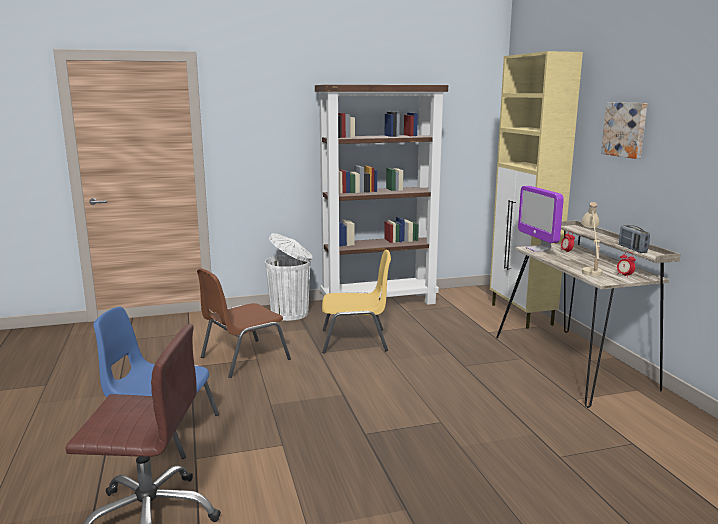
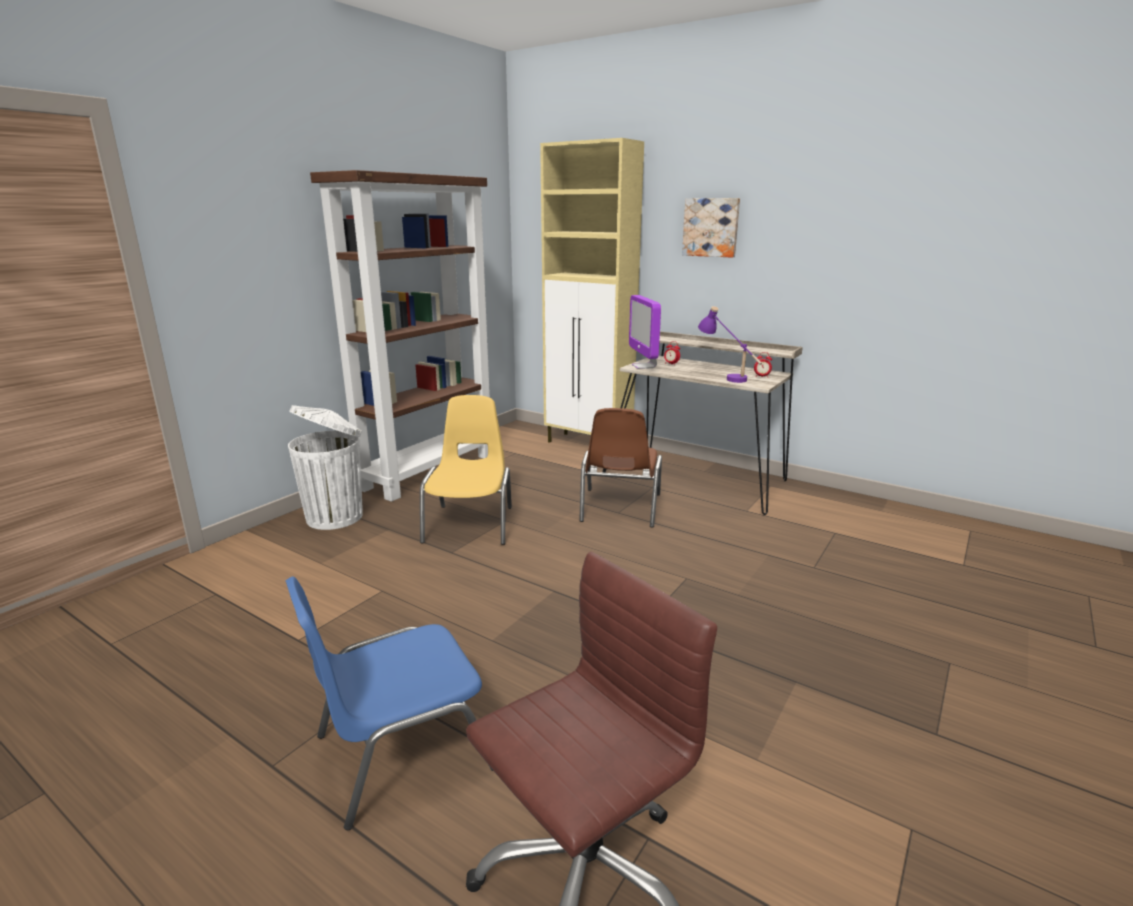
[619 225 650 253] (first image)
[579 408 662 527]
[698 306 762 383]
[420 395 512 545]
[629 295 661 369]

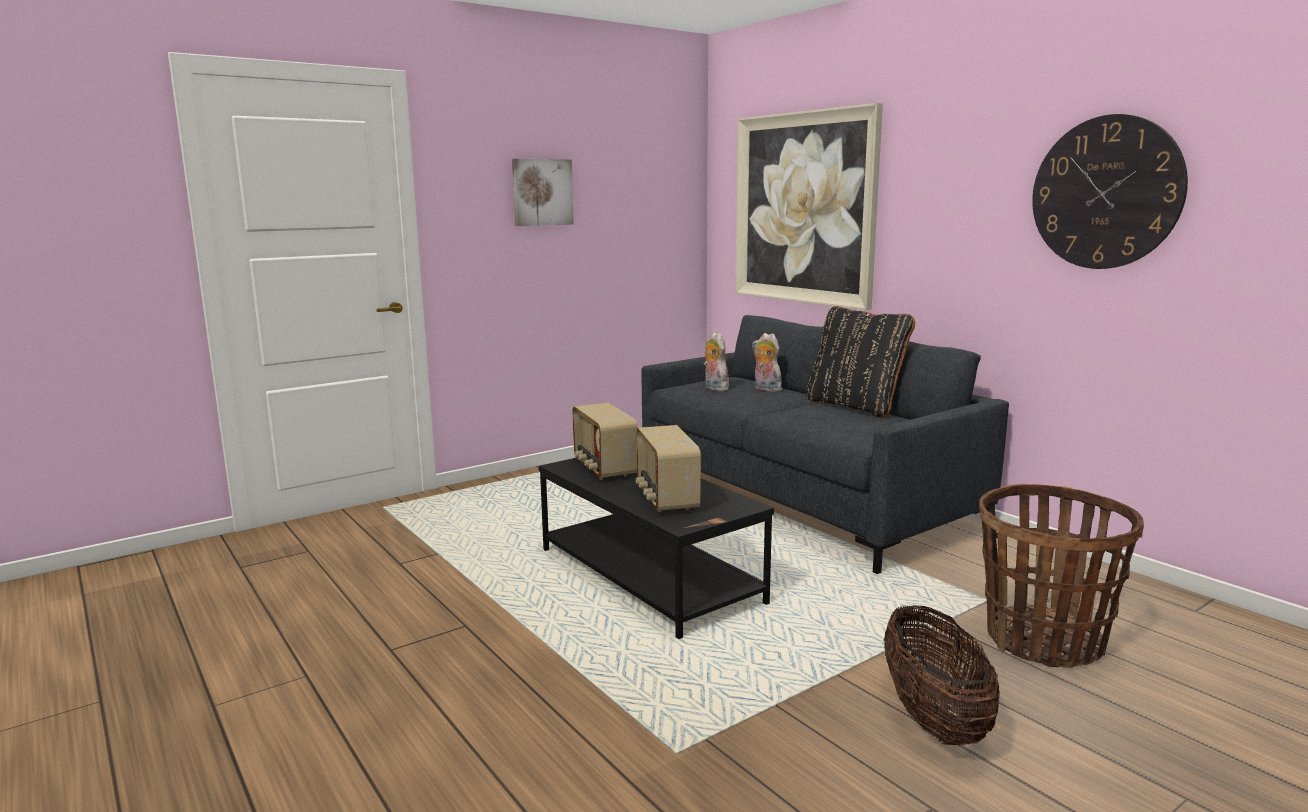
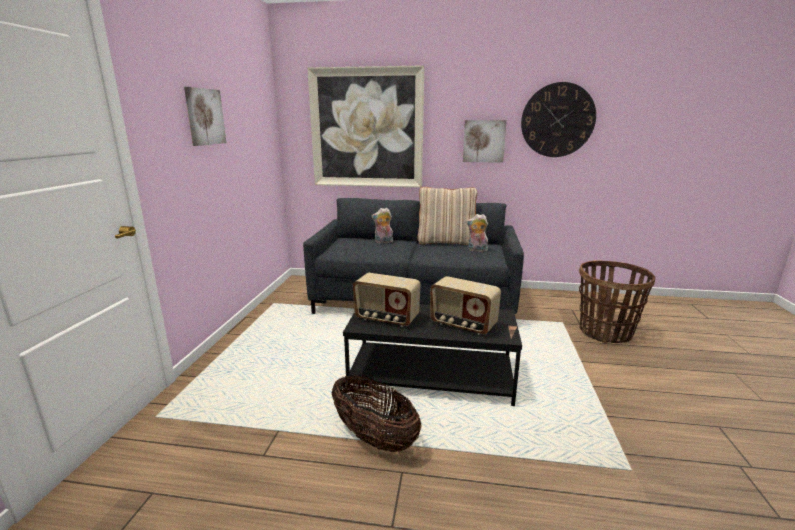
[463 120 507 163]
[466 214 488 252]
[332 375 421 452]
[417 187 477 245]

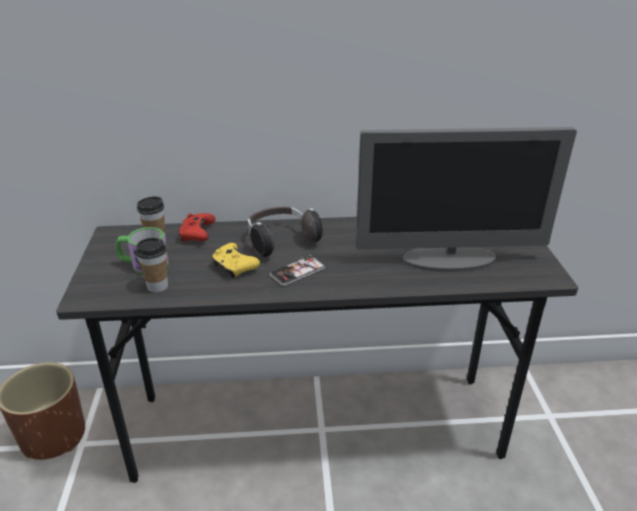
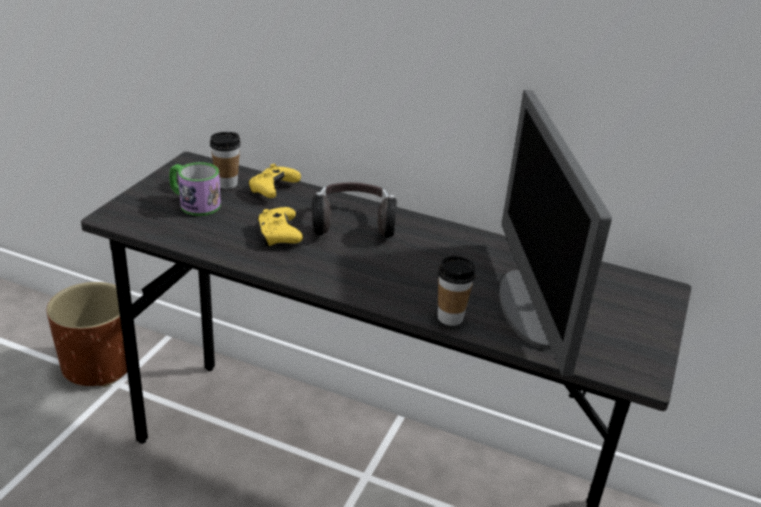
[270 255 325 286] (first image)
[438 256 475 326]
[248 164 301 198]
[499 90 612 376]

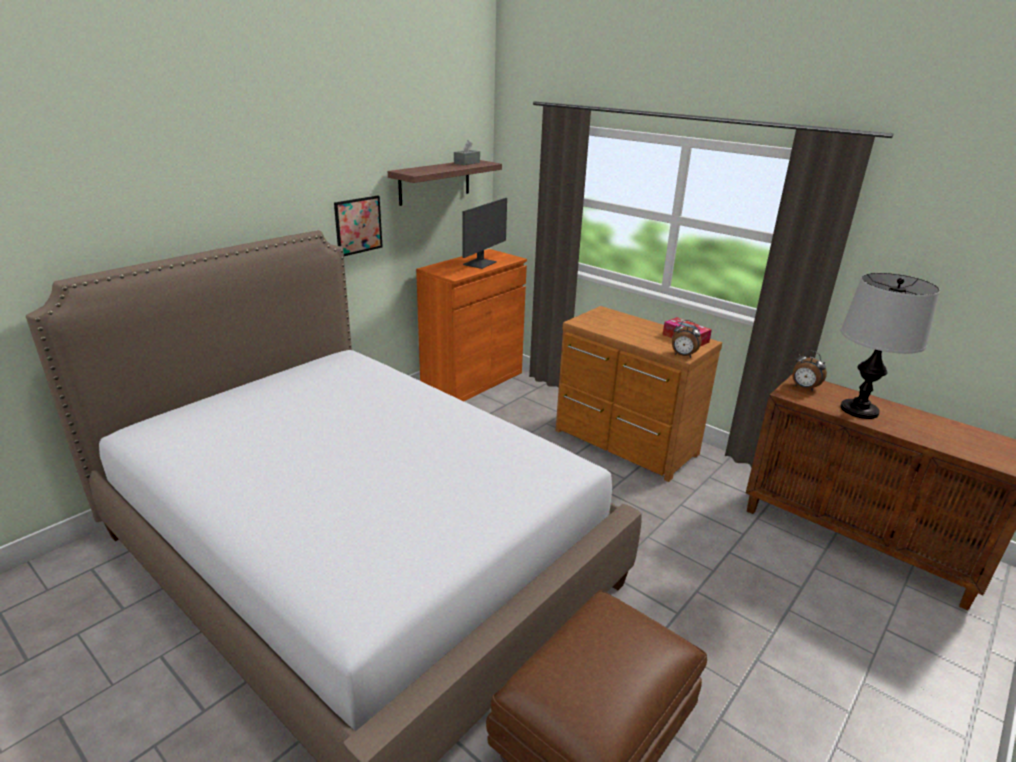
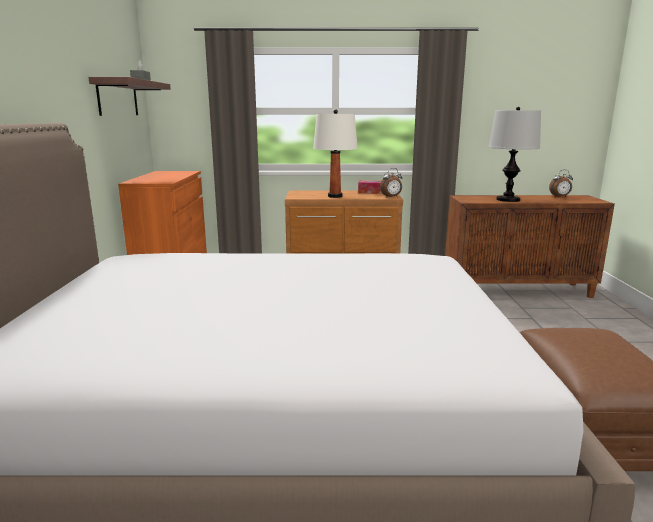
[334 195 383 256] (first image)
[463 198 507 269] (first image)
[313 109 358 198]
[549 170 573 197]

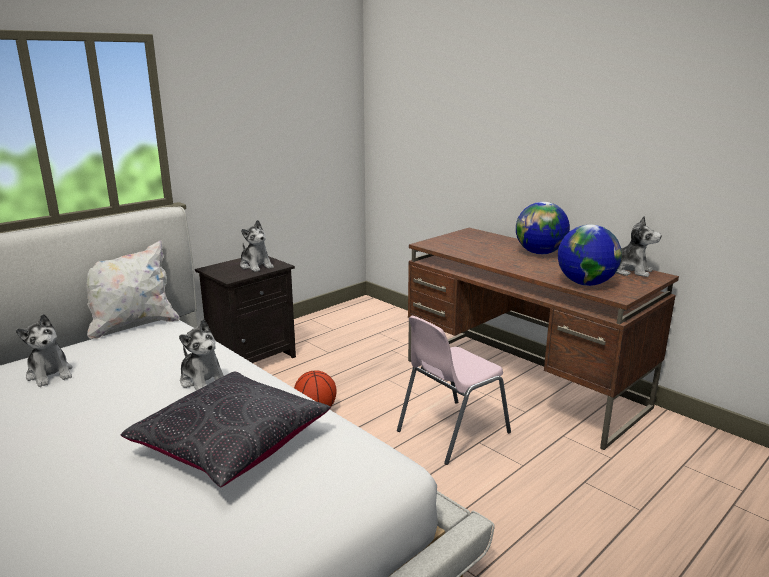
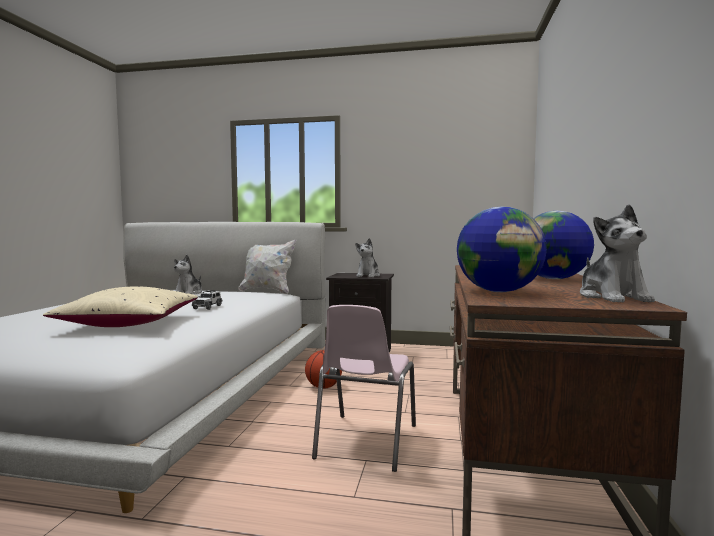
[192 290 222 310]
[43 286 198 327]
[312 305 416 472]

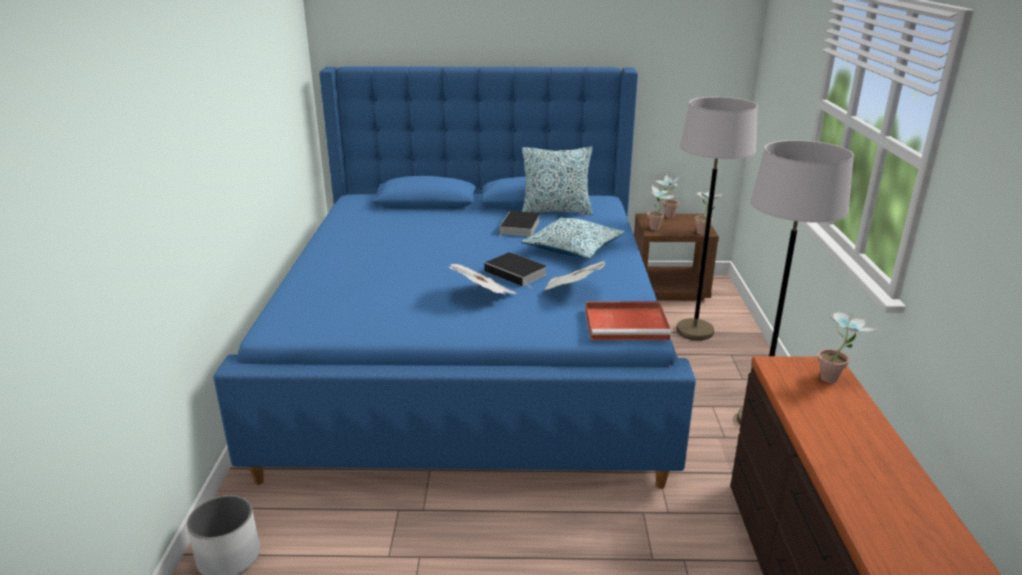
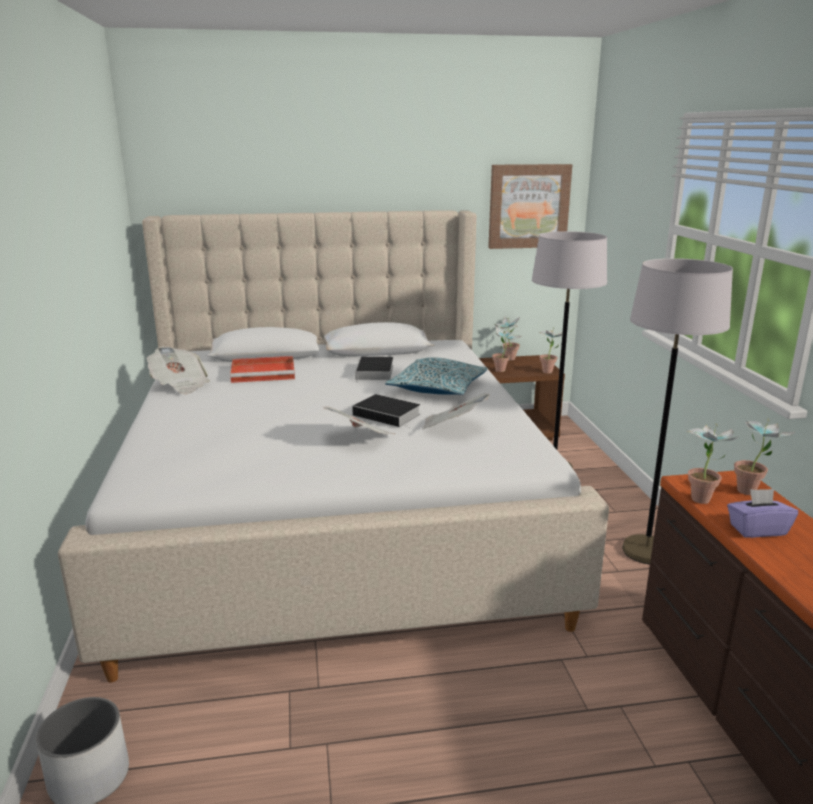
[522 147 593 215] (first image)
[147 346 210 395]
[488 164 572 249]
[686 424 739 504]
[727 489 798 538]
[230 356 295 383]
[58 210 609 682]

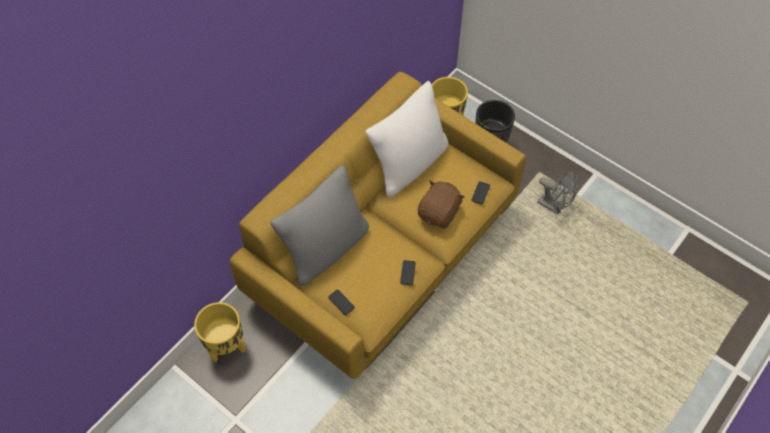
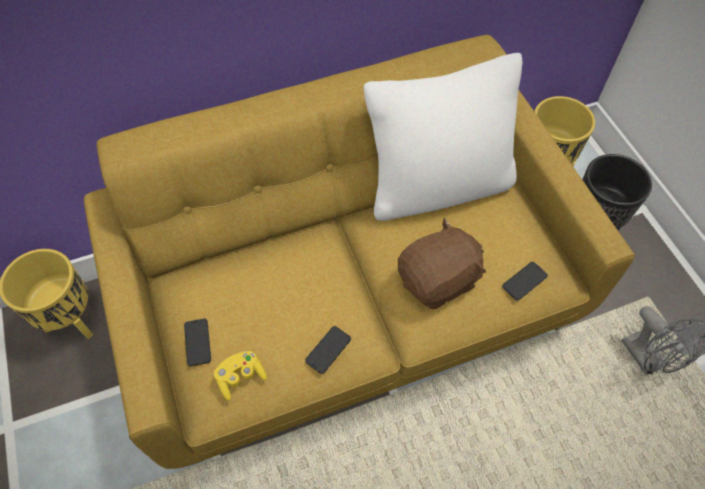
[270 165 369 286] (first image)
[214 351 267 401]

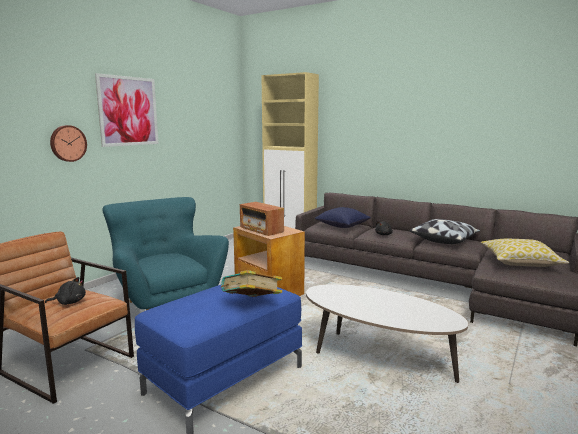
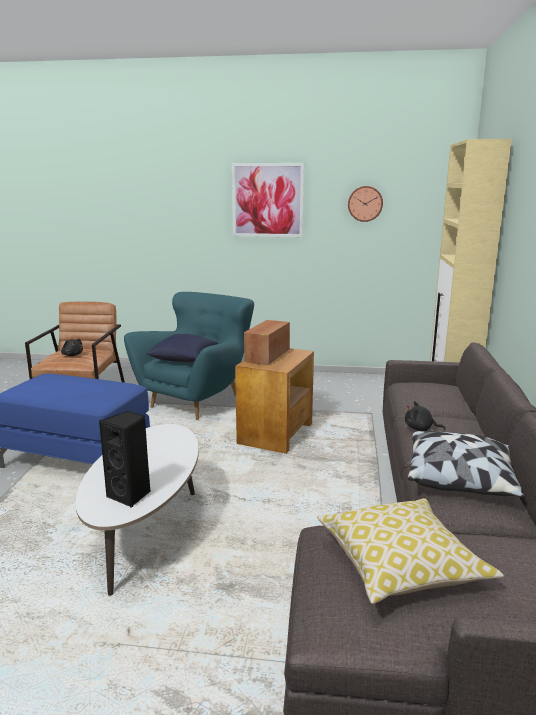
[220 270 282 297] (first image)
[99 411 150 508]
[348 186 383 222]
[146 334 218 362]

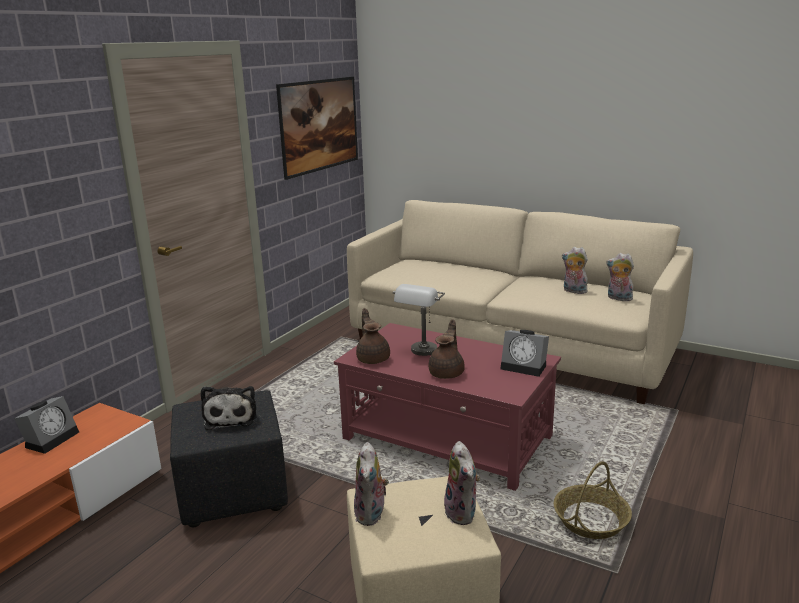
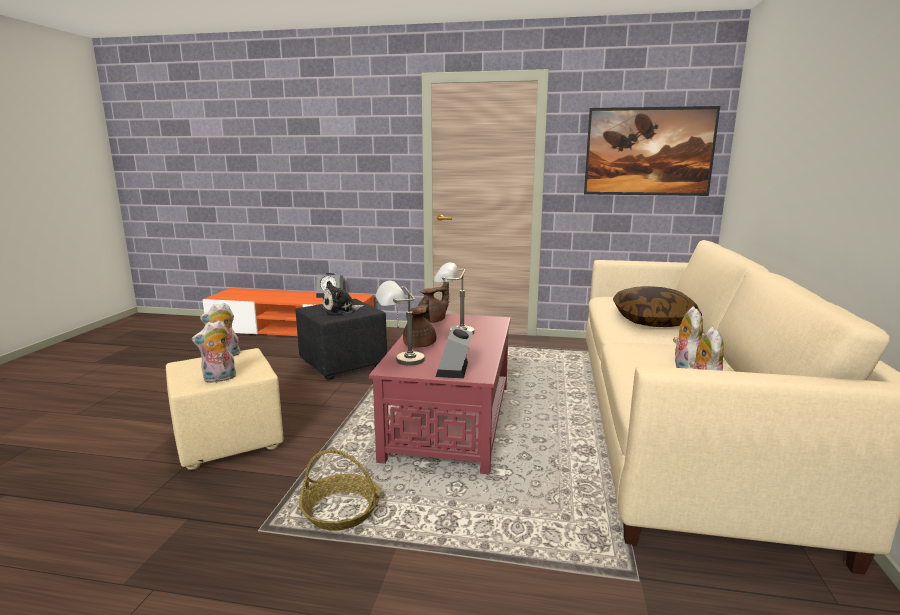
[376 281 424 365]
[613 286 702 327]
[403 295 436 348]

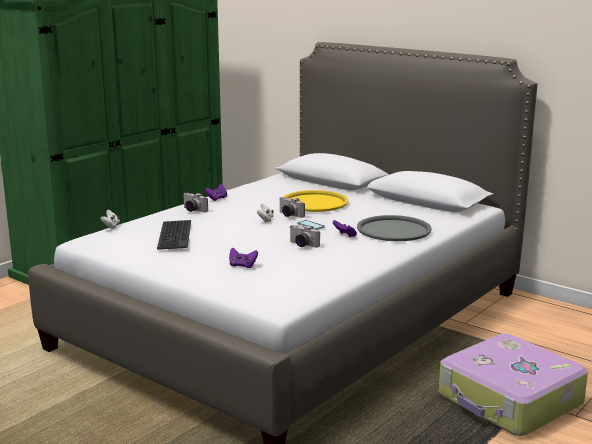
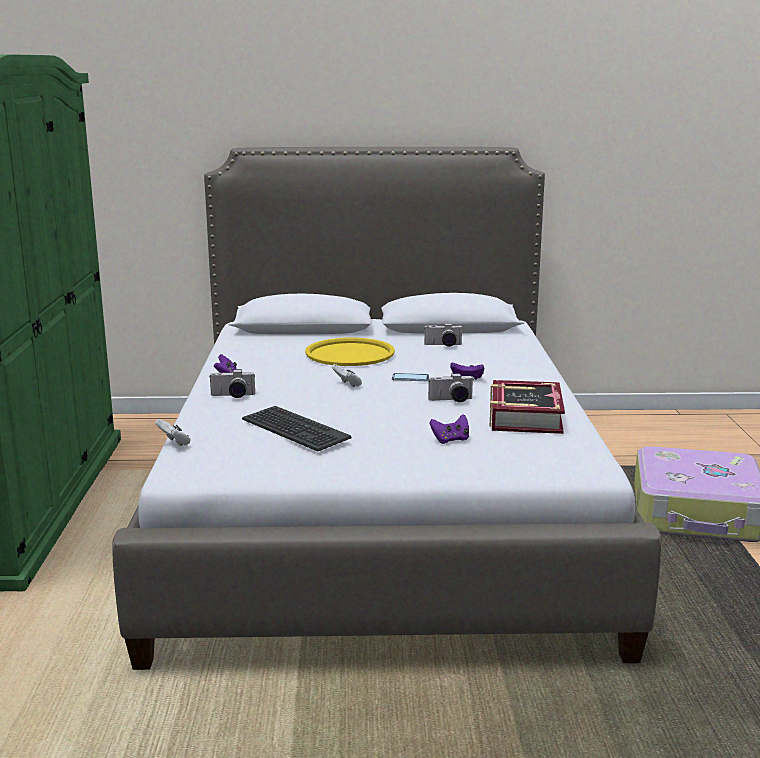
[357 215 432 241] (first image)
[490 380 565 434]
[424 323 462 347]

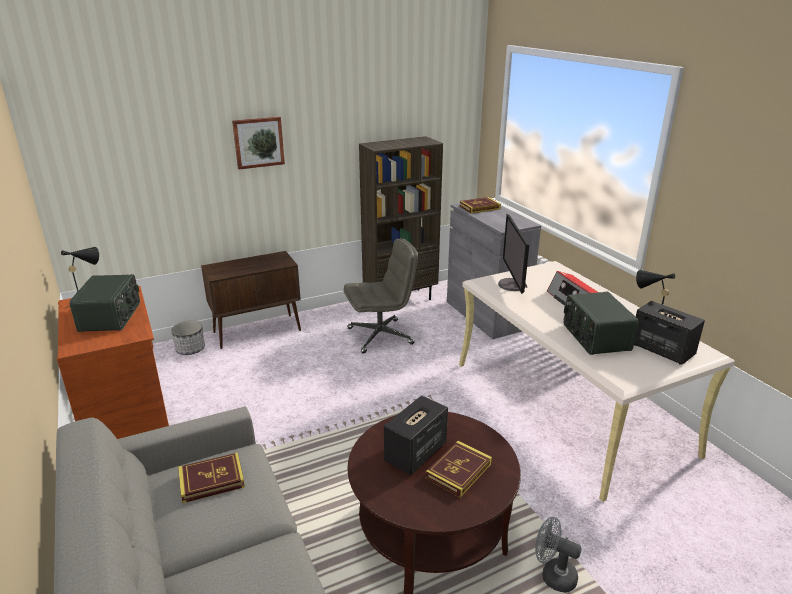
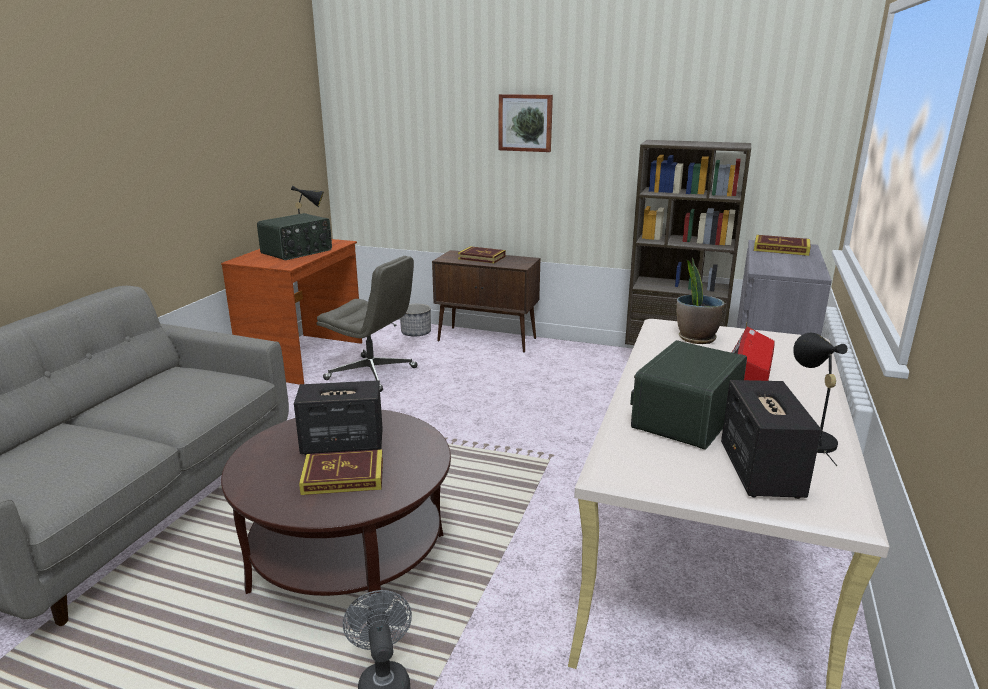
[458 246 506 263]
[316 256 417 392]
[677 258 725 344]

